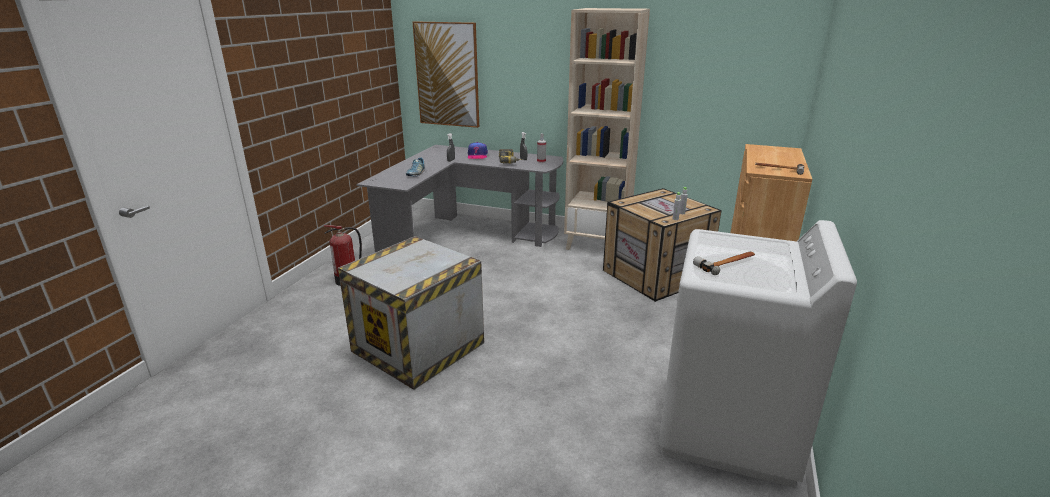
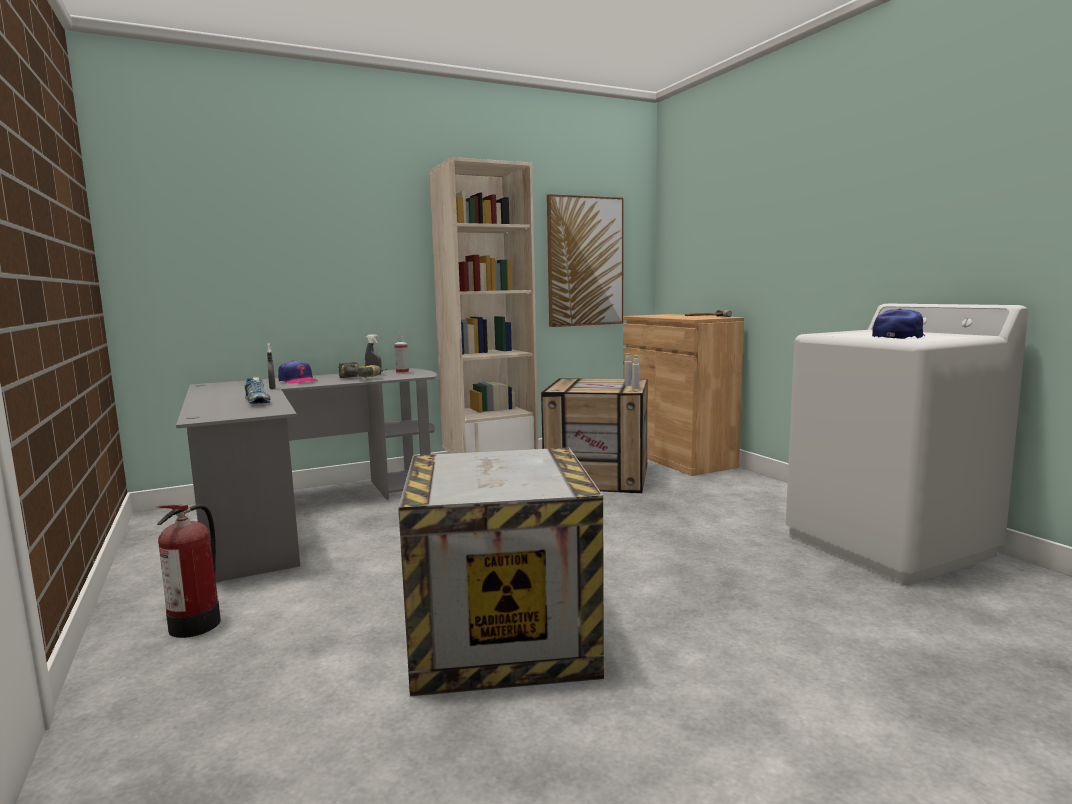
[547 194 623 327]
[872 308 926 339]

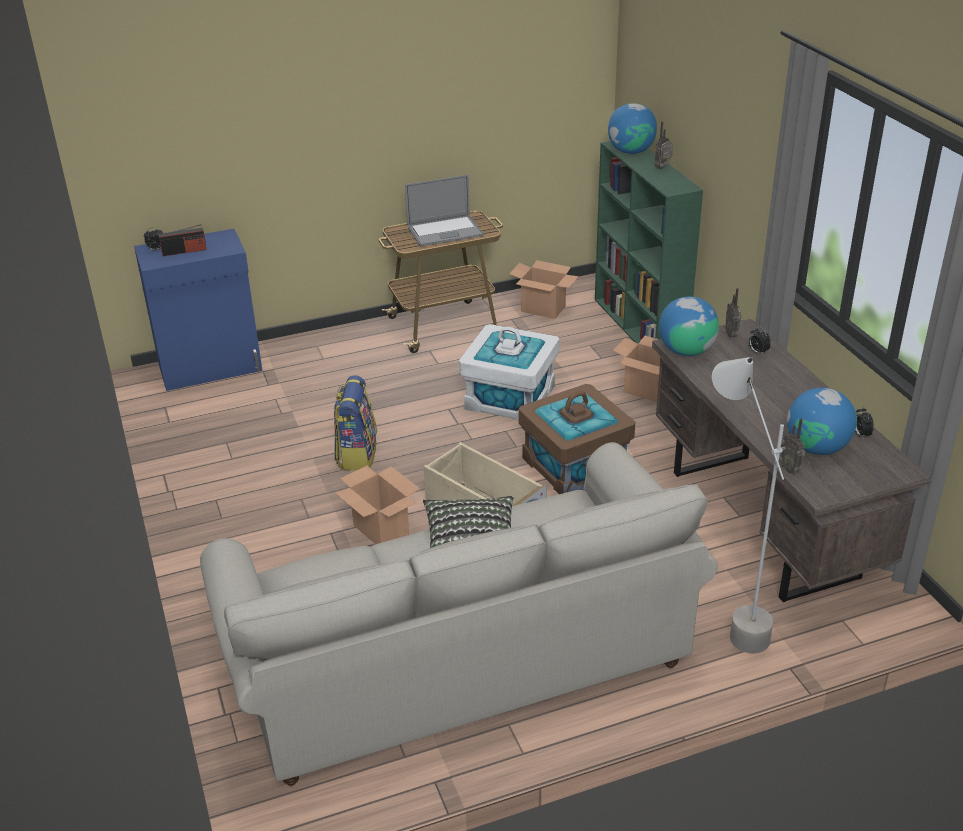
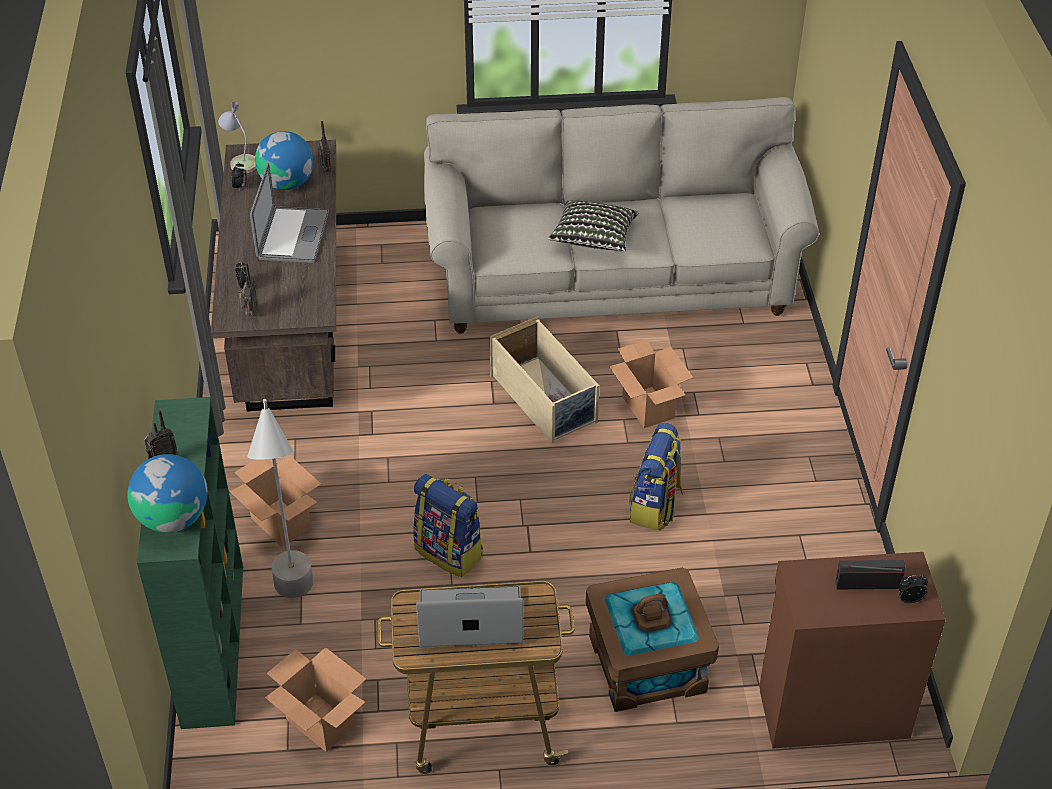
[659 297 719 356] (first image)
[218 101 256 173]
[250 162 329 263]
[585 567 719 712]
[247 399 313 598]
[413 474 483 577]
[759 552 946 749]

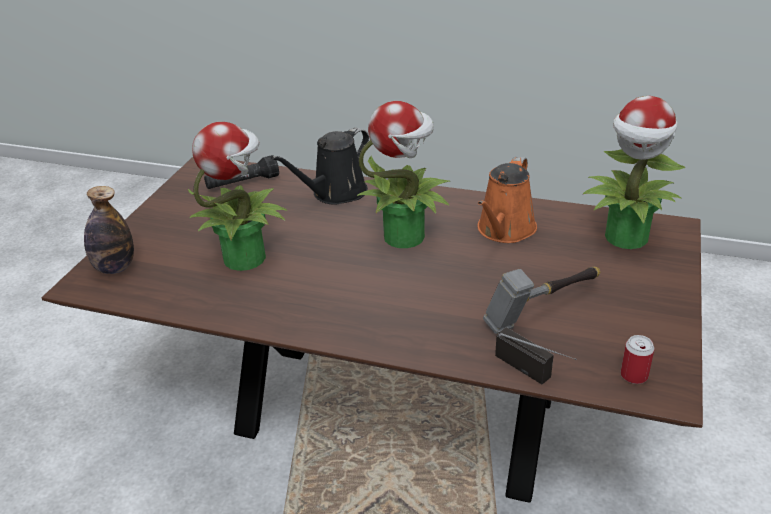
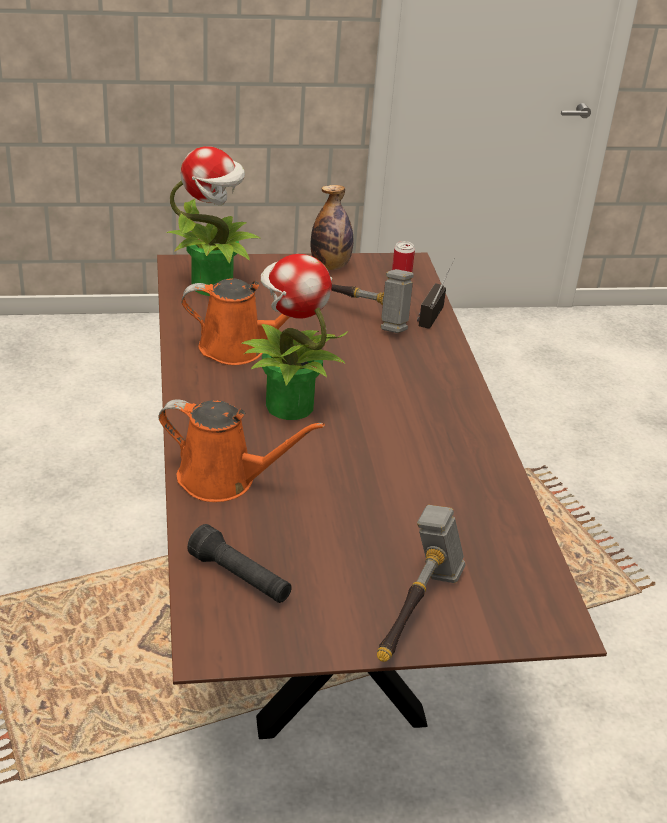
[188 122 287 271] (first image)
[377 505 465 662]
[311 185 354 270]
[158 399 325 502]

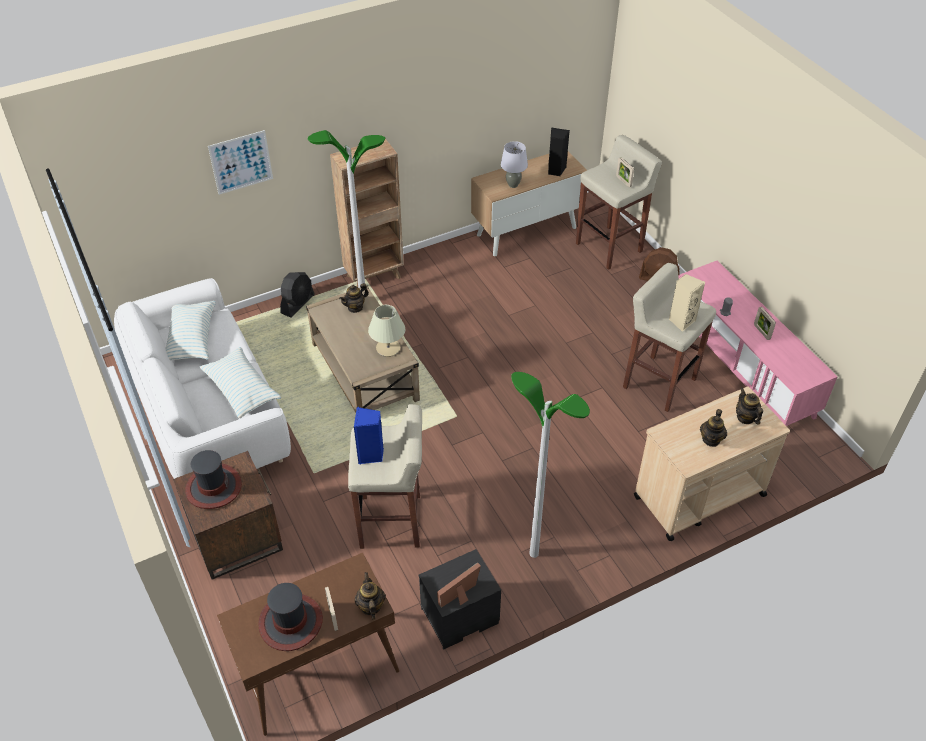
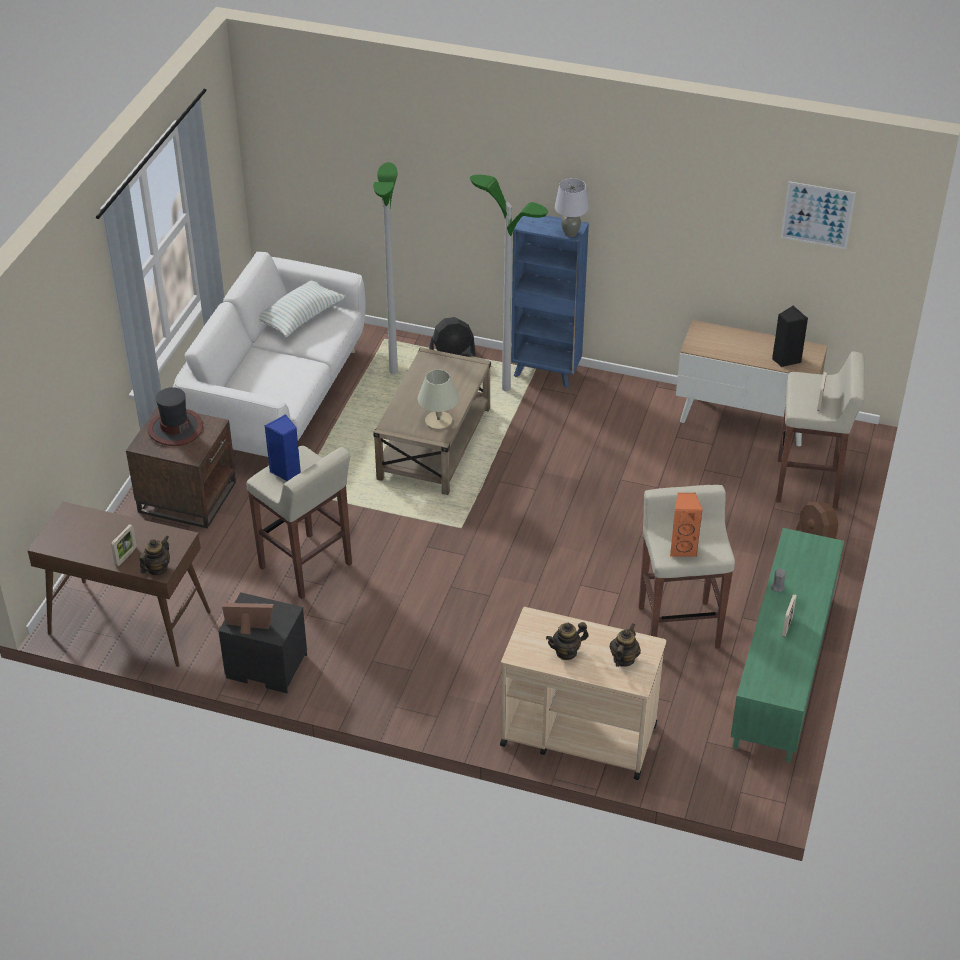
[200 347 281 418] (first image)
[258 583 323 651] (first image)
[339 283 369 313] (first image)
[781 181 856 249]
[555 178 589 237]
[373 162 398 374]
[511 215 589 388]
[670 493 703 557]
[731 528 844 762]

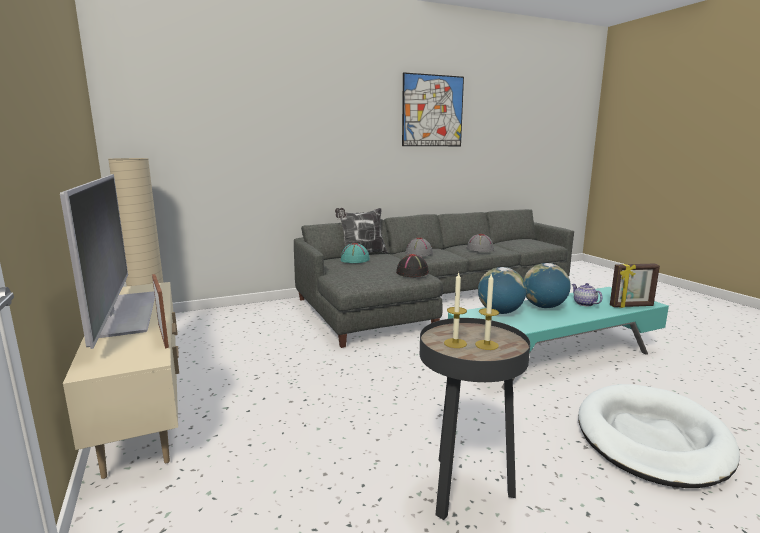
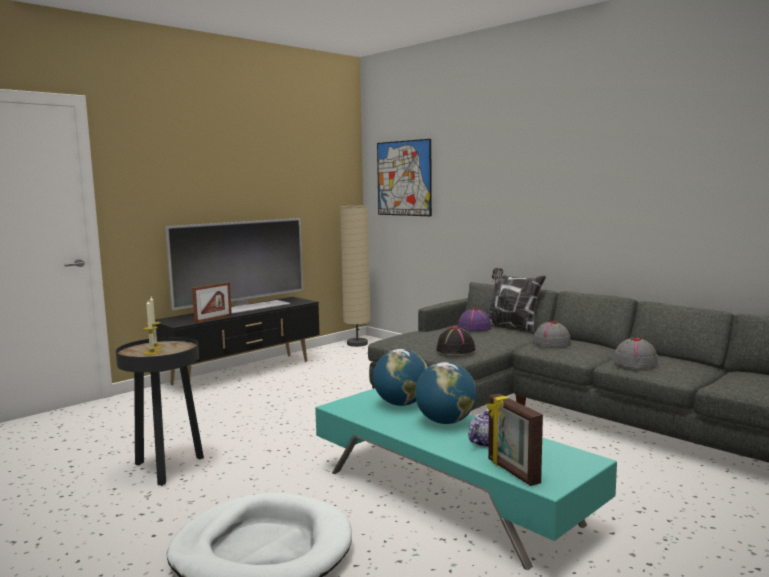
[377 139 432 216]
[155 297 320 385]
[457 308 492 331]

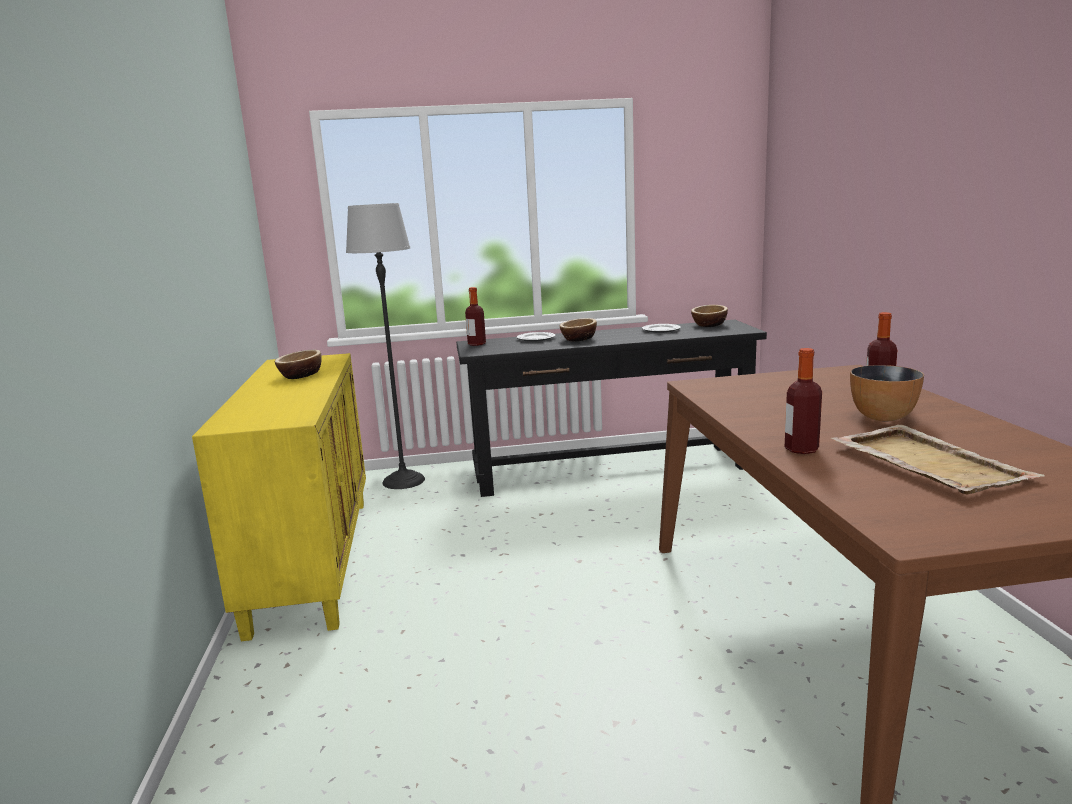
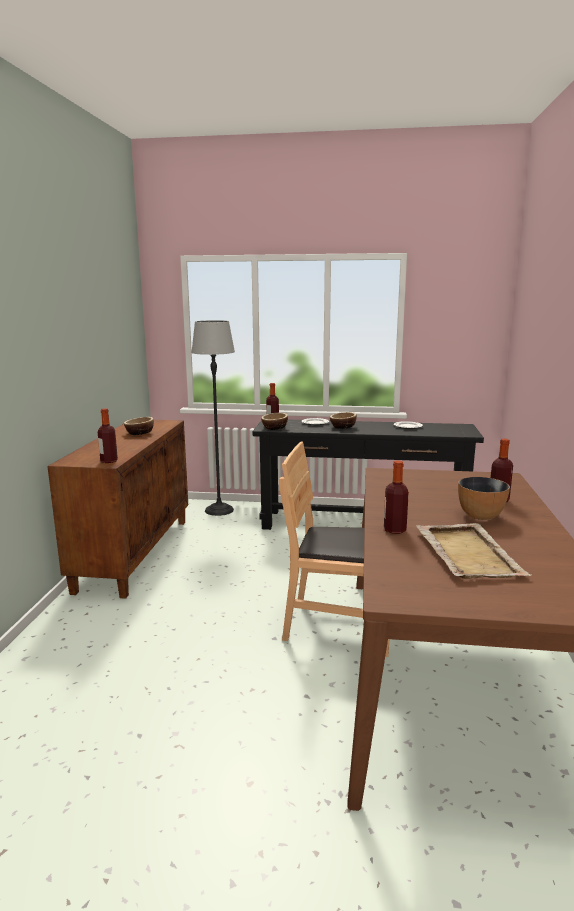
[98 408 118 463]
[279 442 389 657]
[261 413 288 430]
[47 420 188 599]

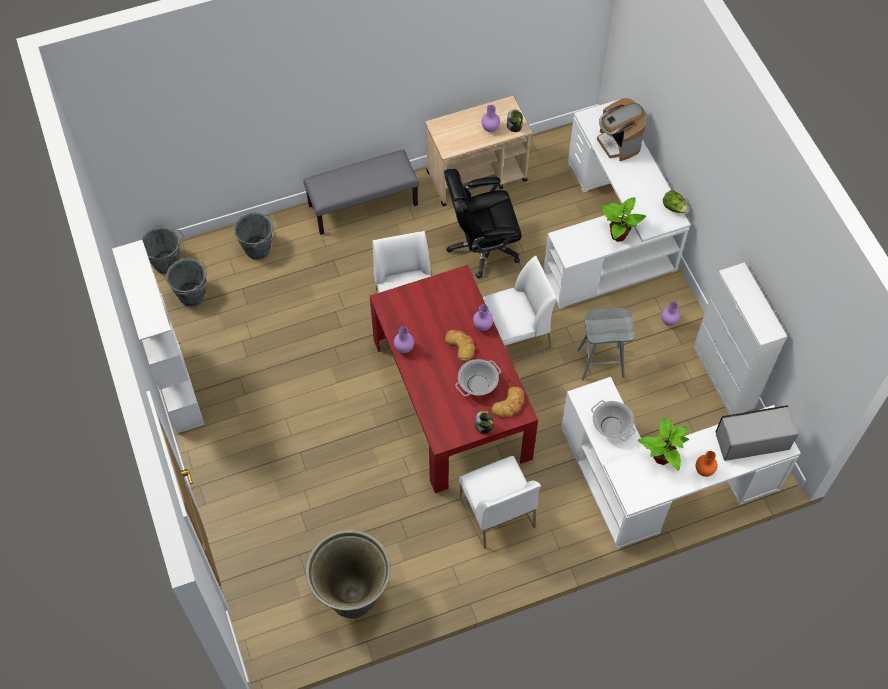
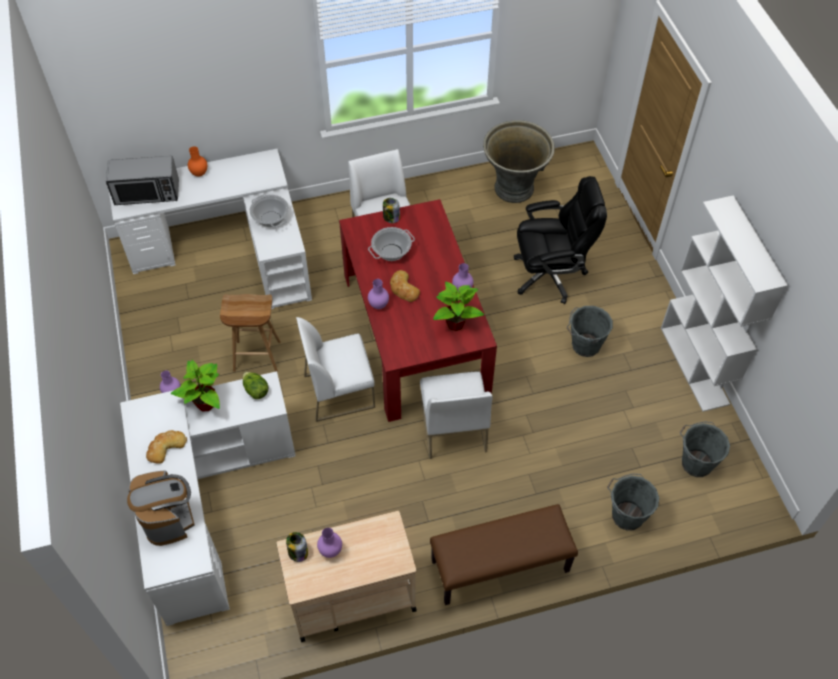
[693 262 787 415] (first image)
[567 306 613 357]
[514 176 607 304]
[146 430 187 464]
[433 281 484 331]
[243 372 268 399]
[430 504 578 605]
[220 294 281 372]

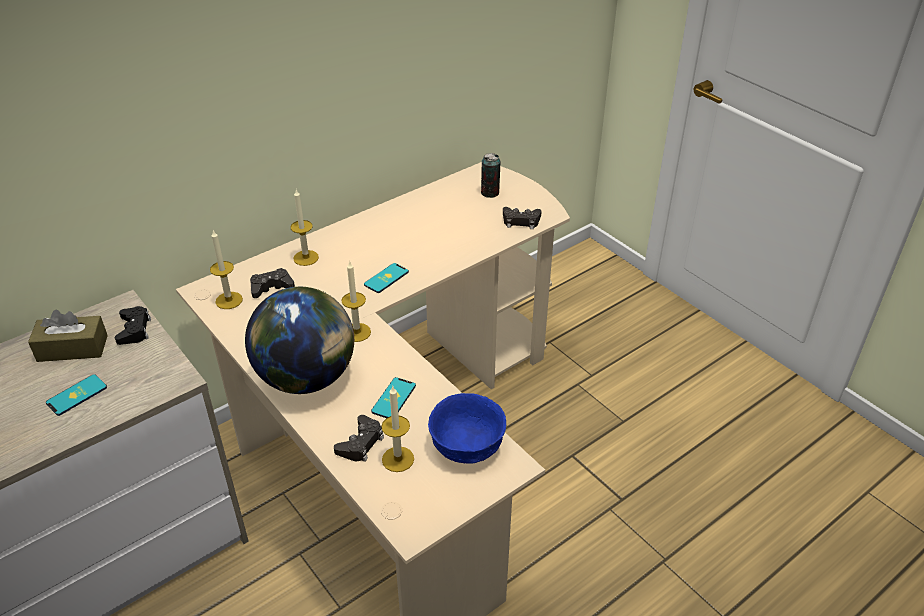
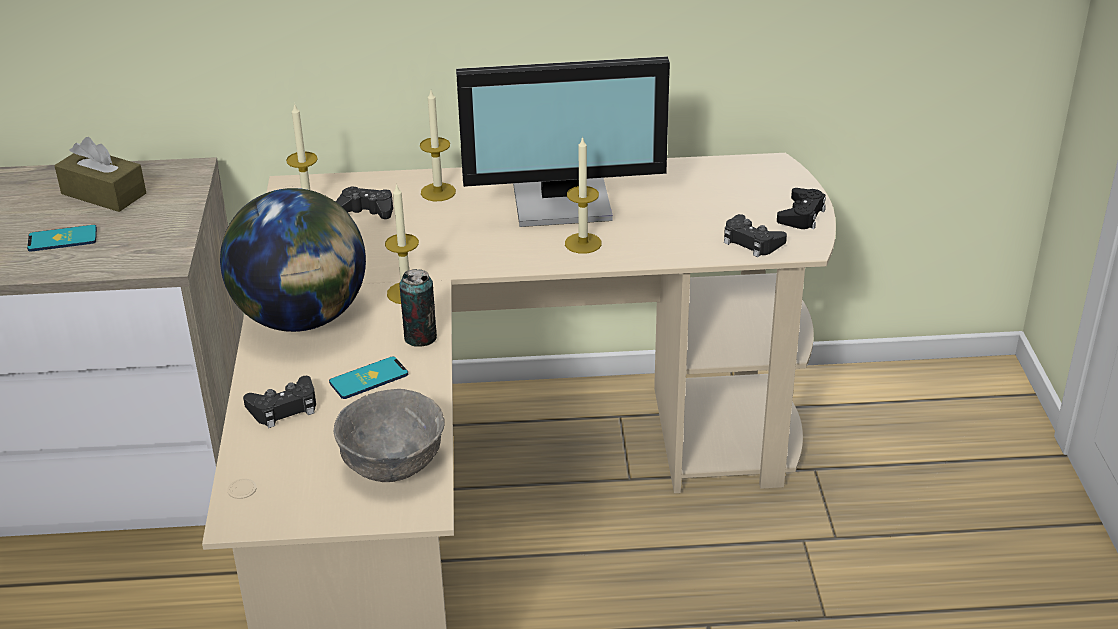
[364 263 409 293] (first image)
[456 56 670 227]
[777 188 826 229]
[565 136 602 254]
[399 269 437 347]
[333 389 445 482]

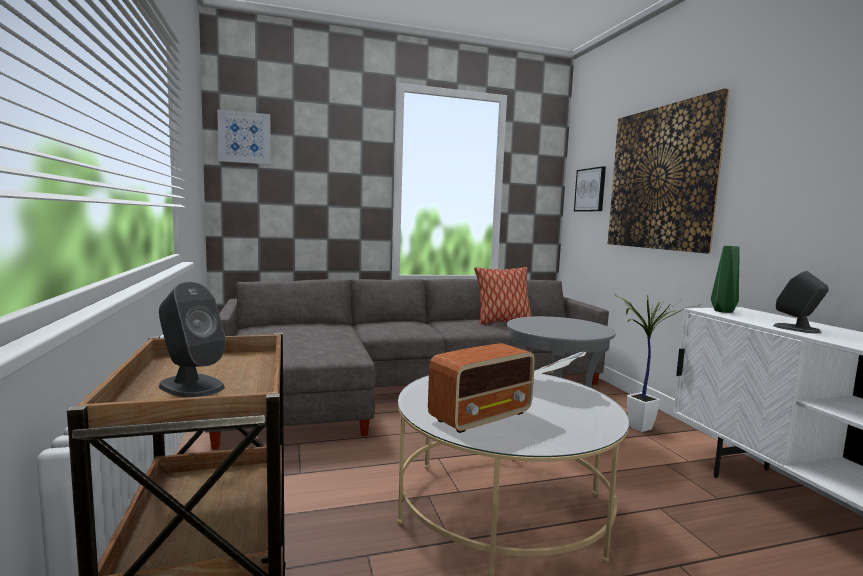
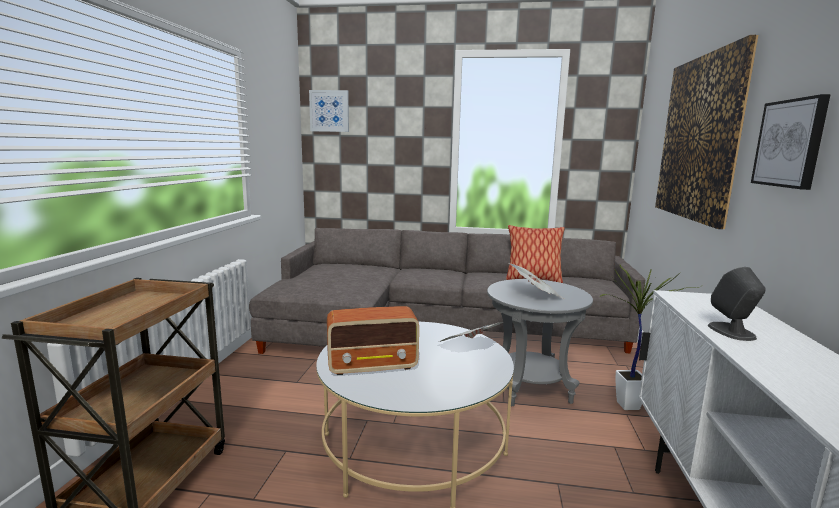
[159 282 226 398] (first image)
[711 246 740 313] (first image)
[509 263 564 299]
[751 94 831 190]

